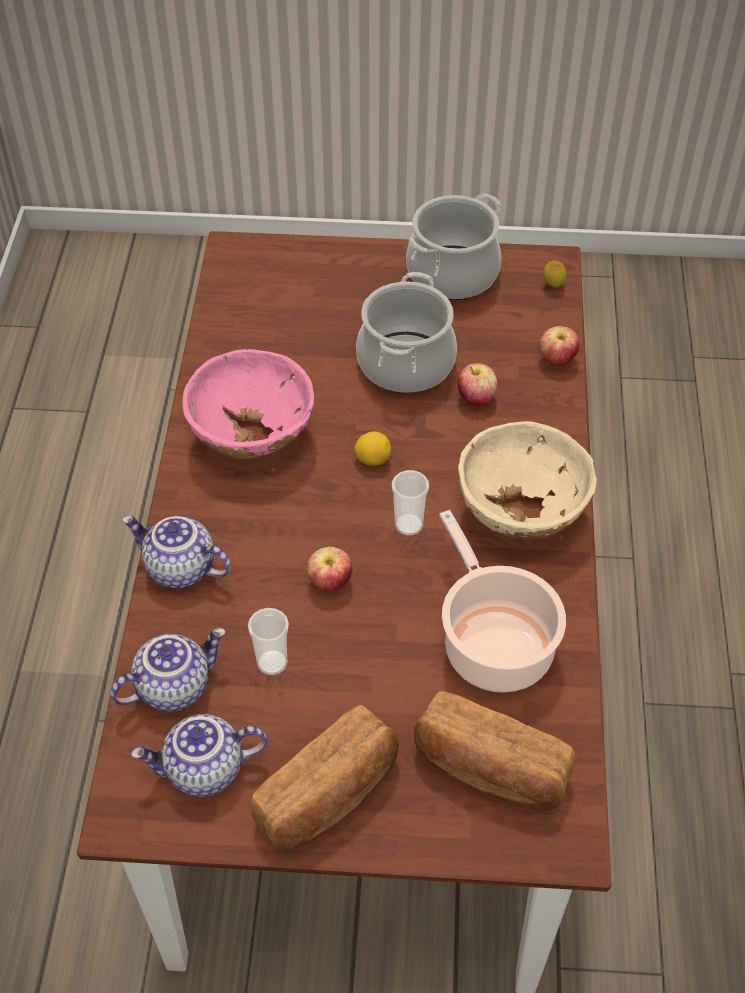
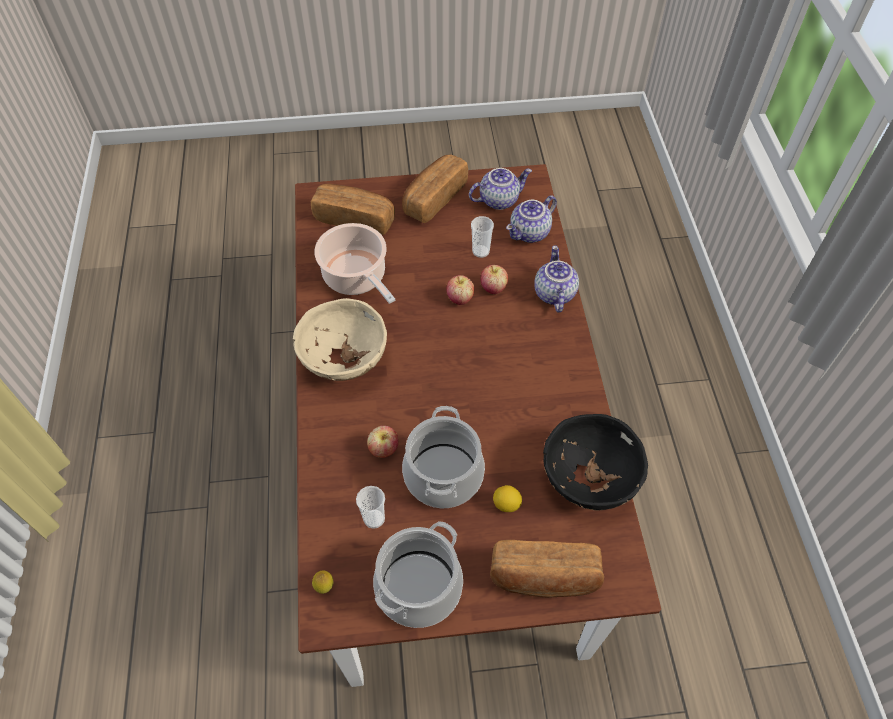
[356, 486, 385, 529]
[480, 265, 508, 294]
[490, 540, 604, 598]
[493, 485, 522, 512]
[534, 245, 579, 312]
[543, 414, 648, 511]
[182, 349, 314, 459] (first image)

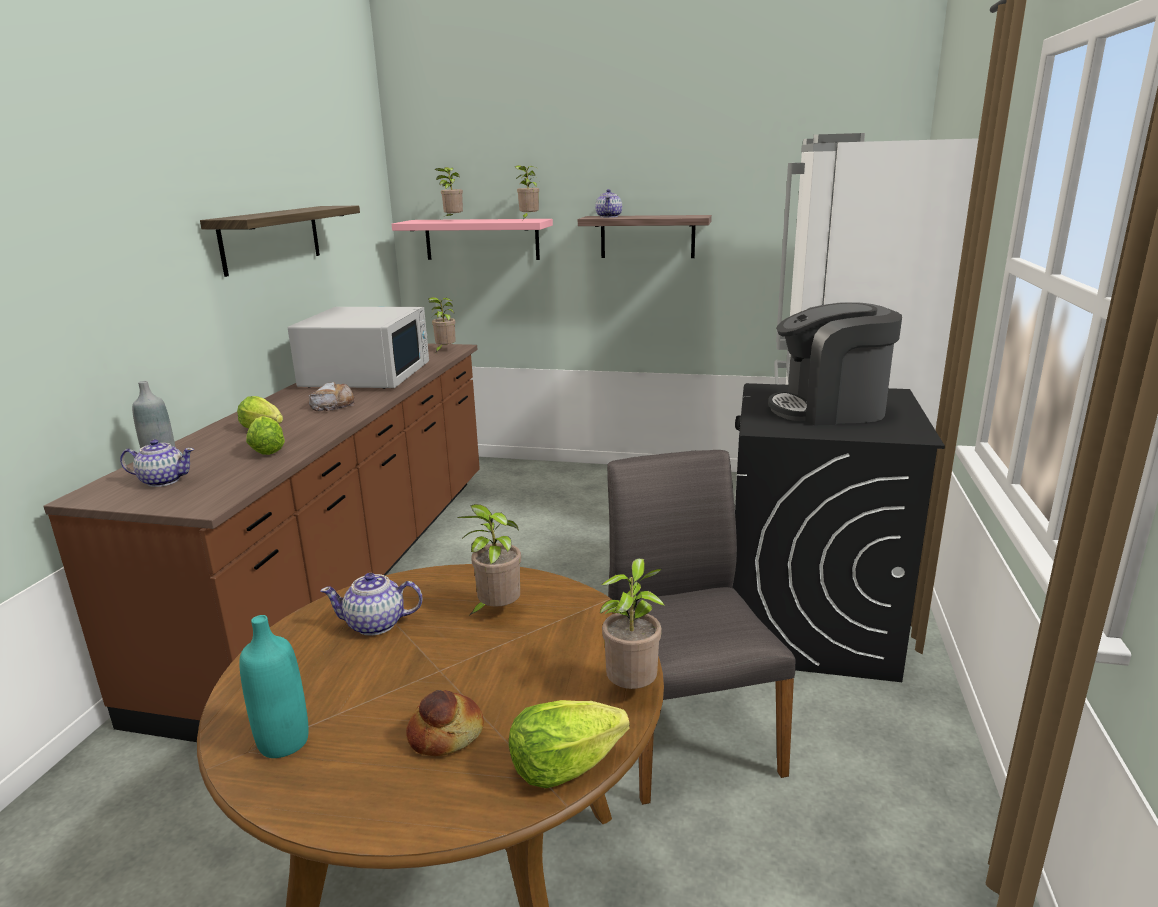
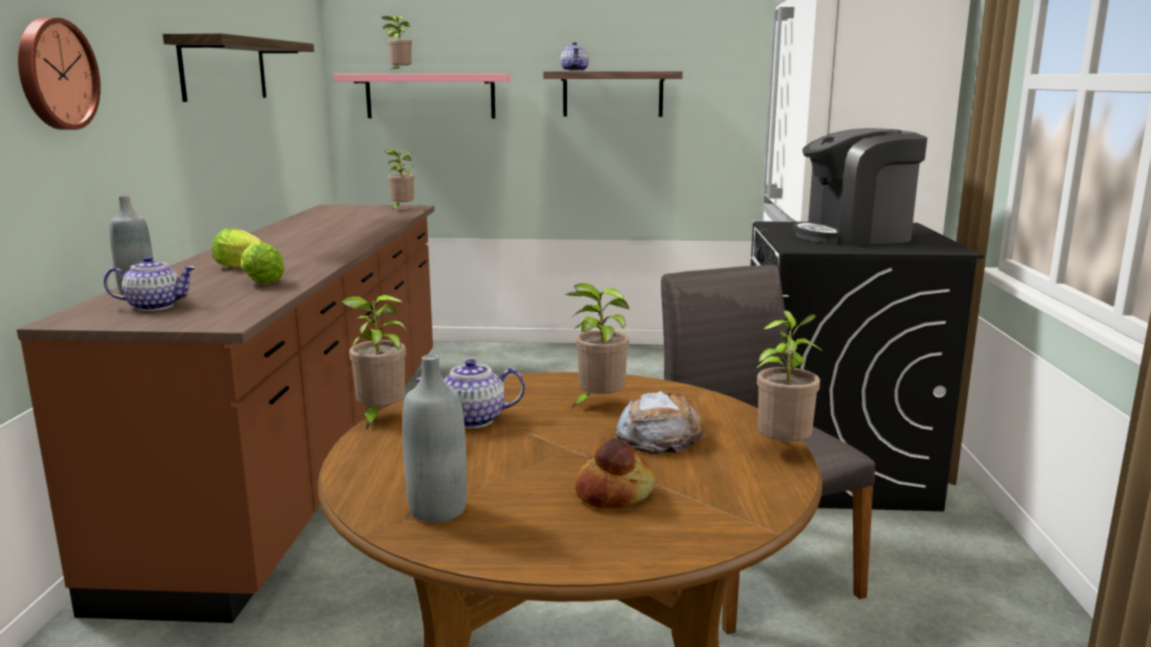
[18, 18, 101, 130]
[341, 295, 407, 429]
[402, 355, 467, 523]
[615, 391, 706, 454]
[288, 307, 429, 389] (first image)
[509, 700, 630, 788] (first image)

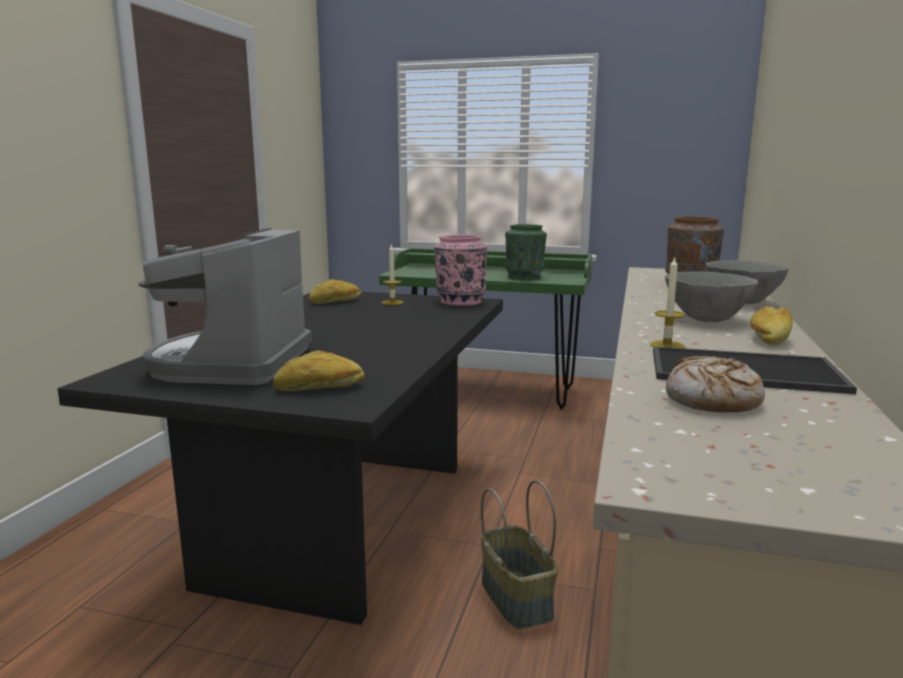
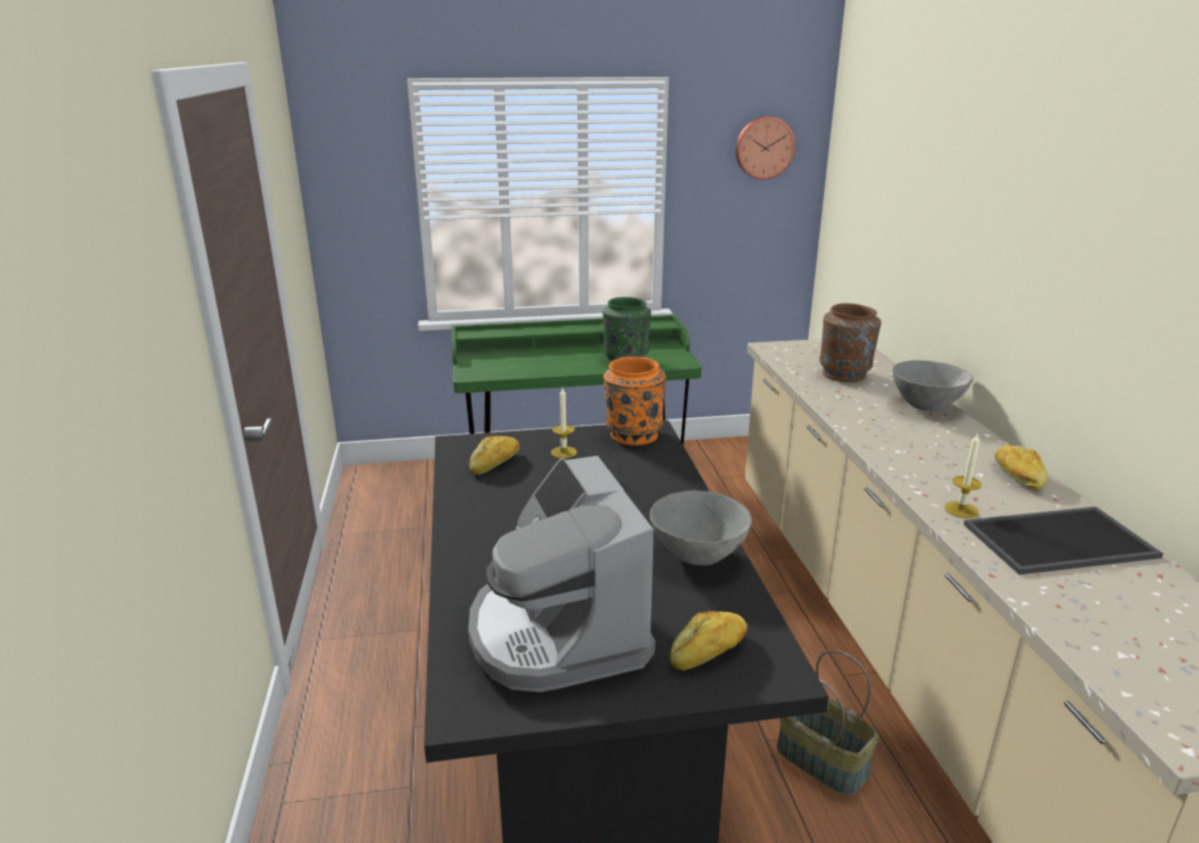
[603, 356, 666, 446]
[650, 490, 752, 565]
[736, 116, 795, 179]
[666, 356, 765, 412] (first image)

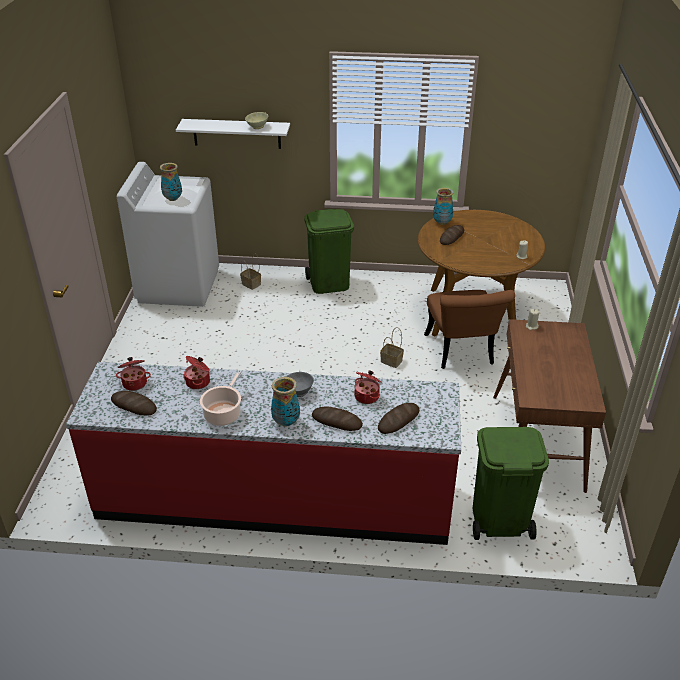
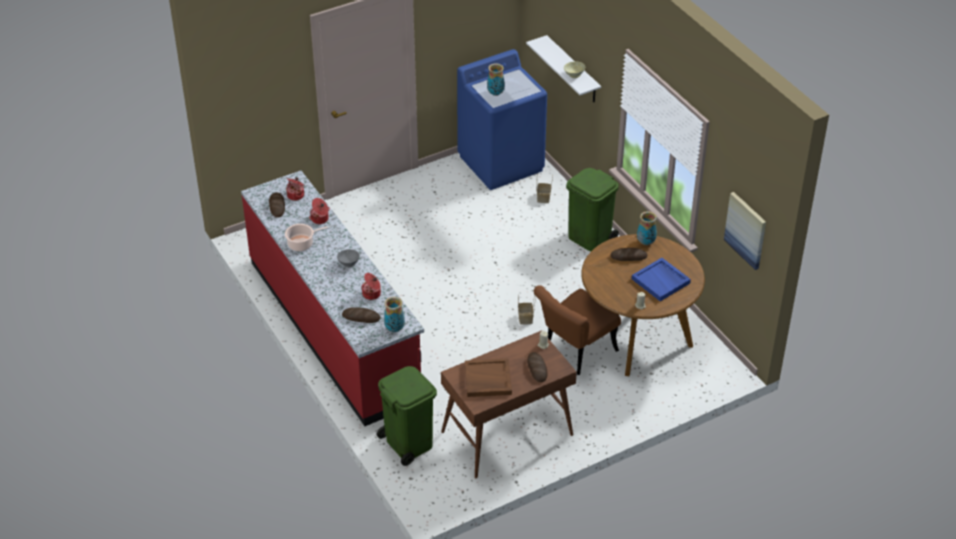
[384, 297, 405, 332]
[457, 49, 547, 190]
[465, 359, 512, 397]
[527, 352, 548, 382]
[632, 258, 691, 301]
[724, 192, 766, 270]

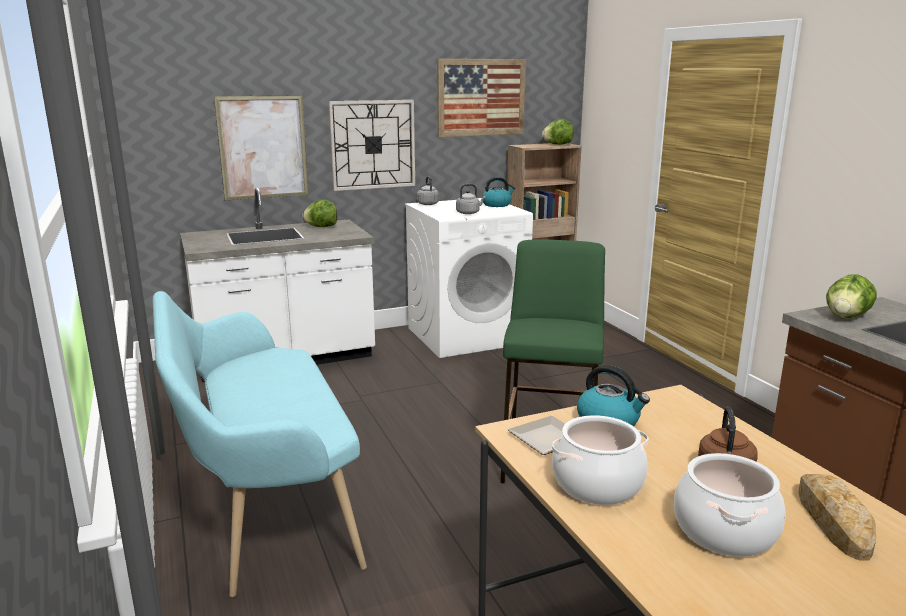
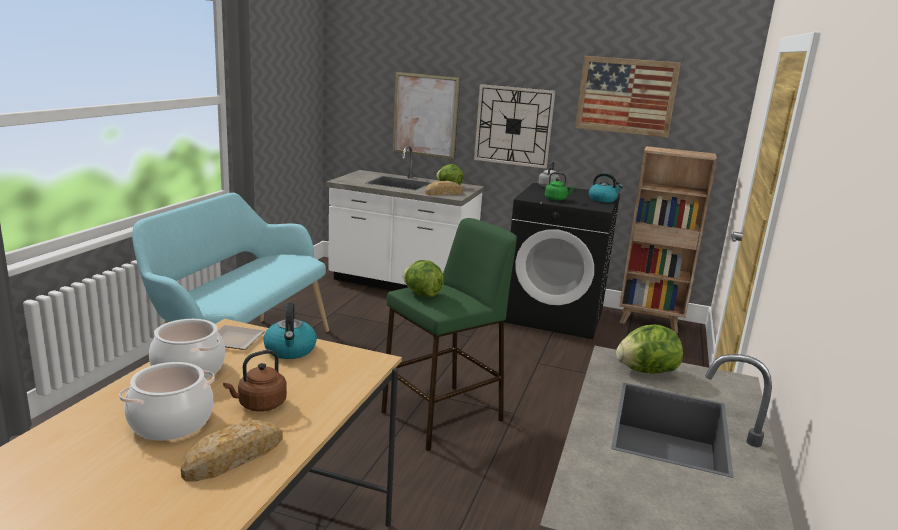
[403, 260, 444, 297]
[425, 181, 463, 195]
[504, 183, 620, 339]
[545, 172, 575, 201]

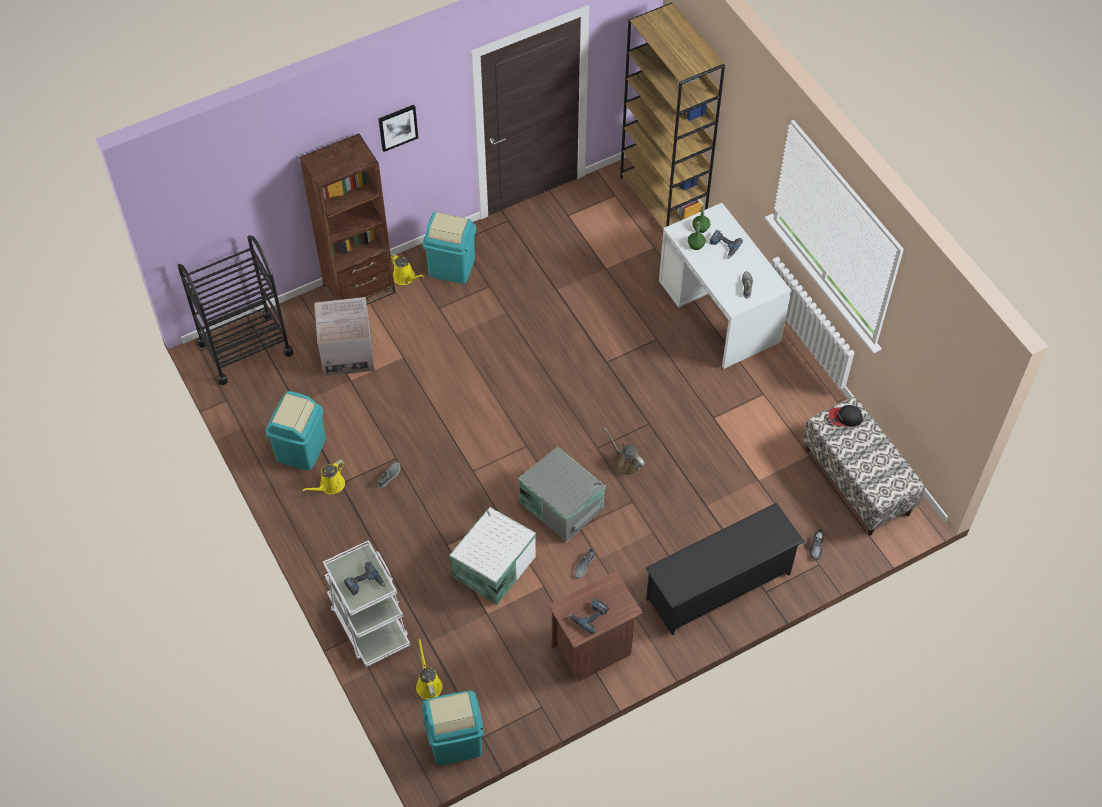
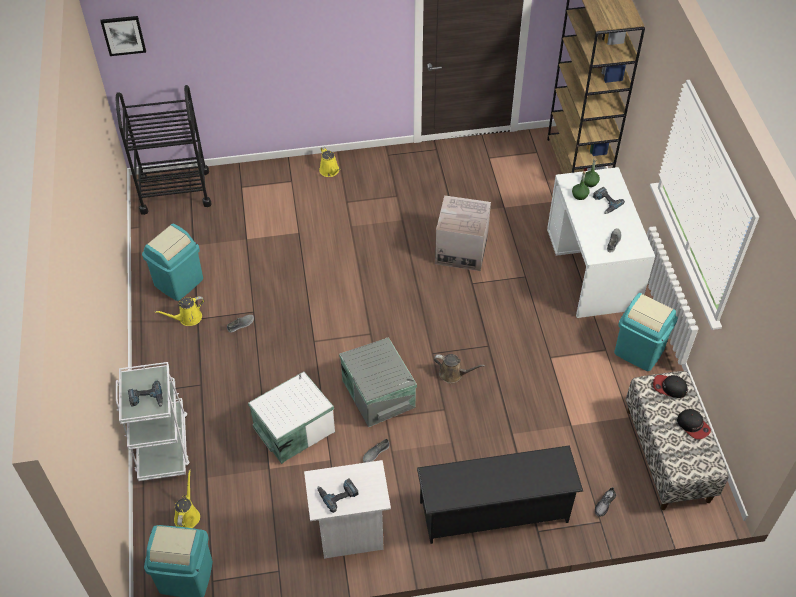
[101, 16, 146, 56]
[304, 460, 391, 559]
[434, 354, 485, 383]
[435, 195, 491, 271]
[614, 293, 678, 371]
[677, 409, 711, 439]
[300, 134, 396, 305] (first image)

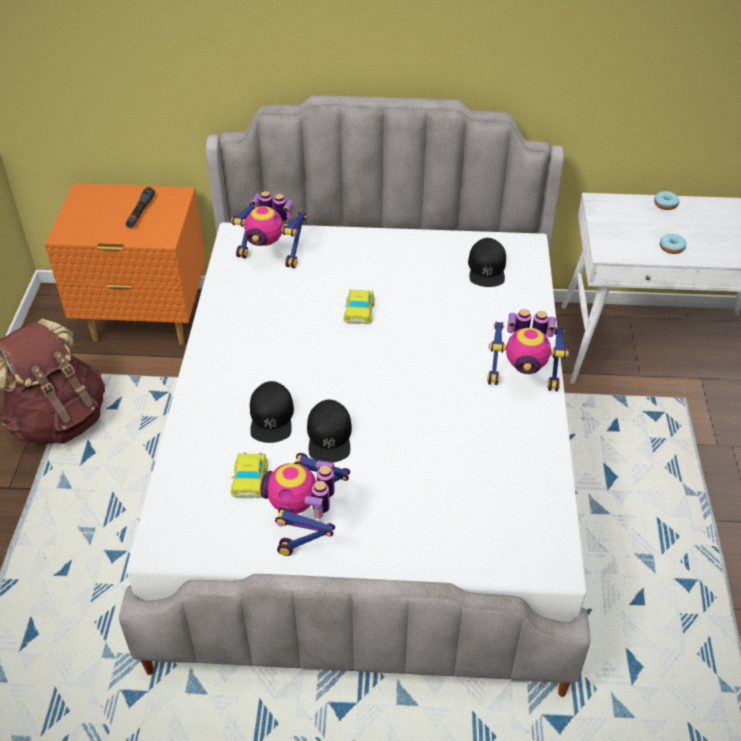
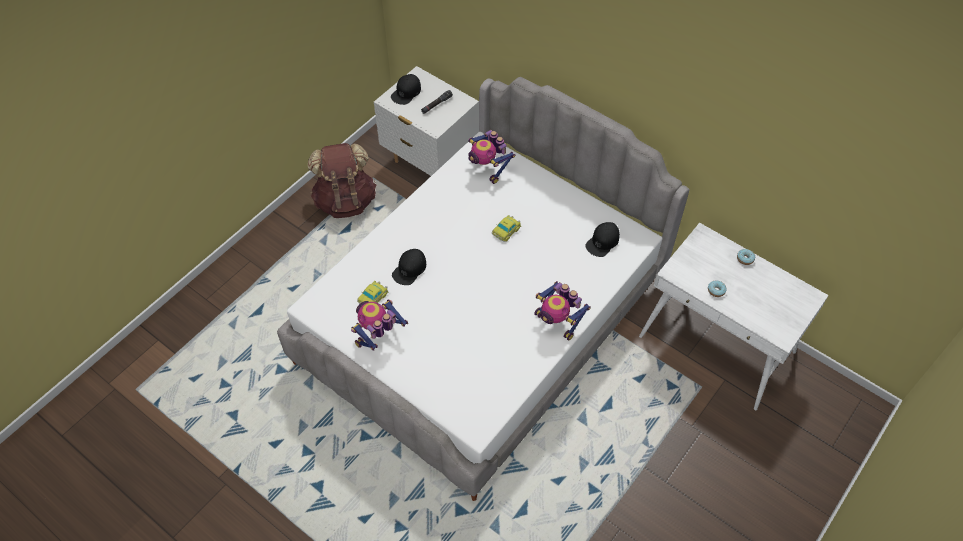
[374, 66, 479, 176]
[391, 74, 421, 105]

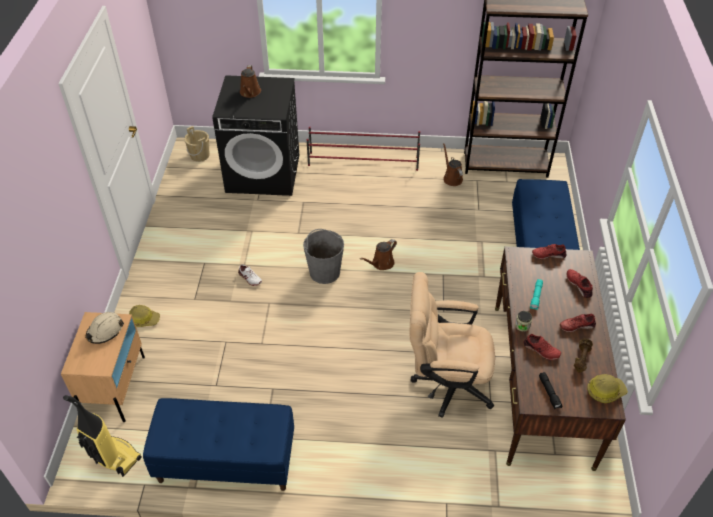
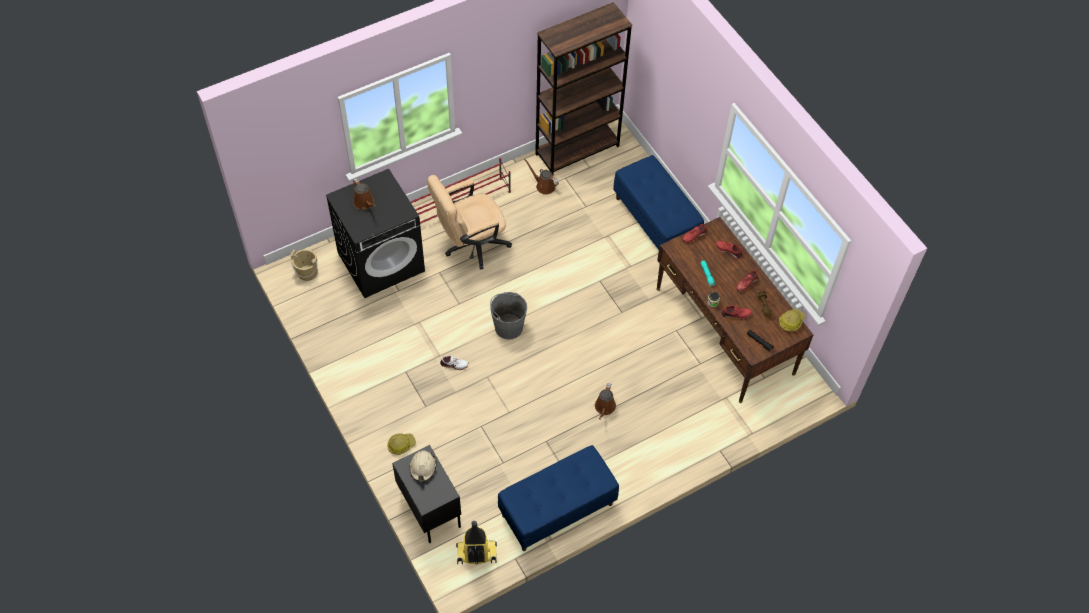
[392, 445, 461, 543]
[427, 175, 512, 269]
[595, 383, 616, 419]

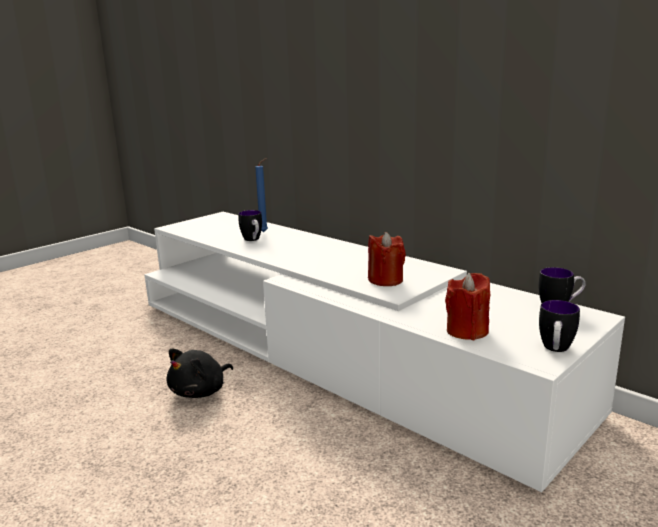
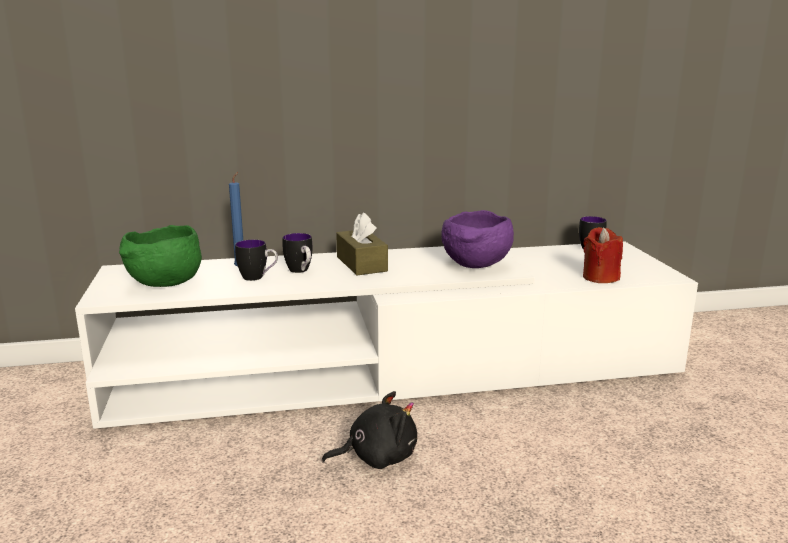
[119, 225, 202, 287]
[282, 233, 312, 273]
[322, 391, 417, 469]
[336, 212, 388, 275]
[441, 210, 514, 268]

